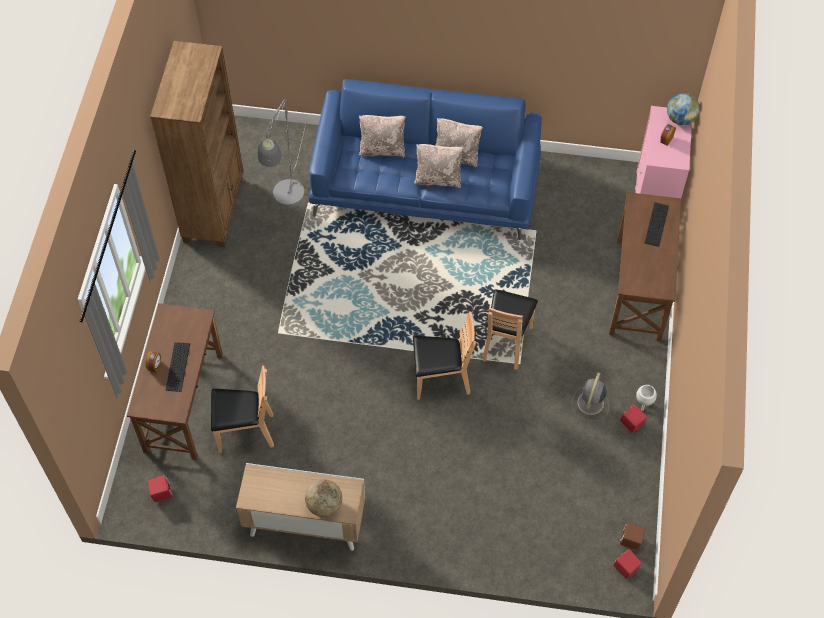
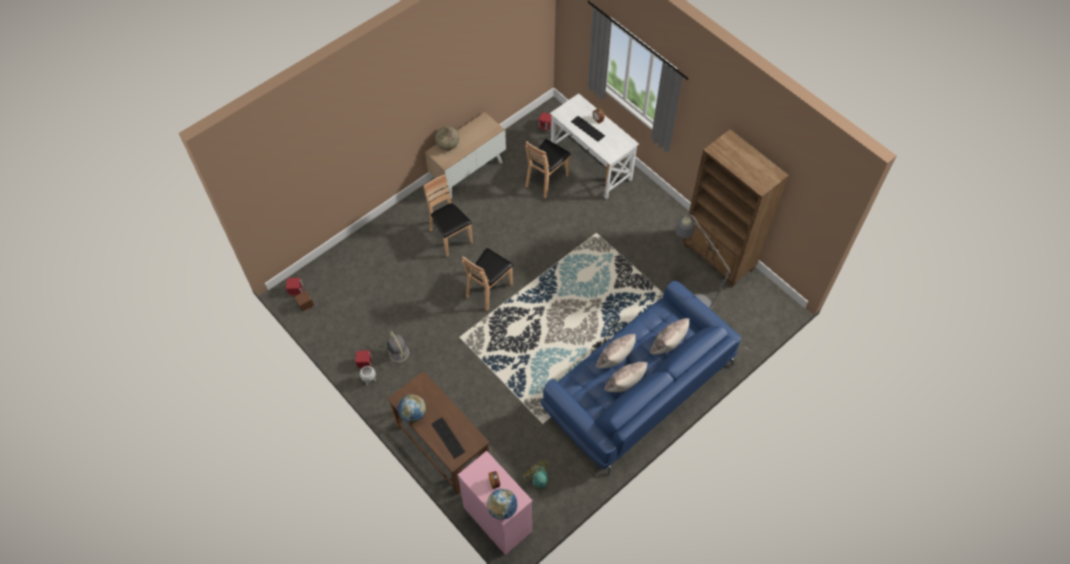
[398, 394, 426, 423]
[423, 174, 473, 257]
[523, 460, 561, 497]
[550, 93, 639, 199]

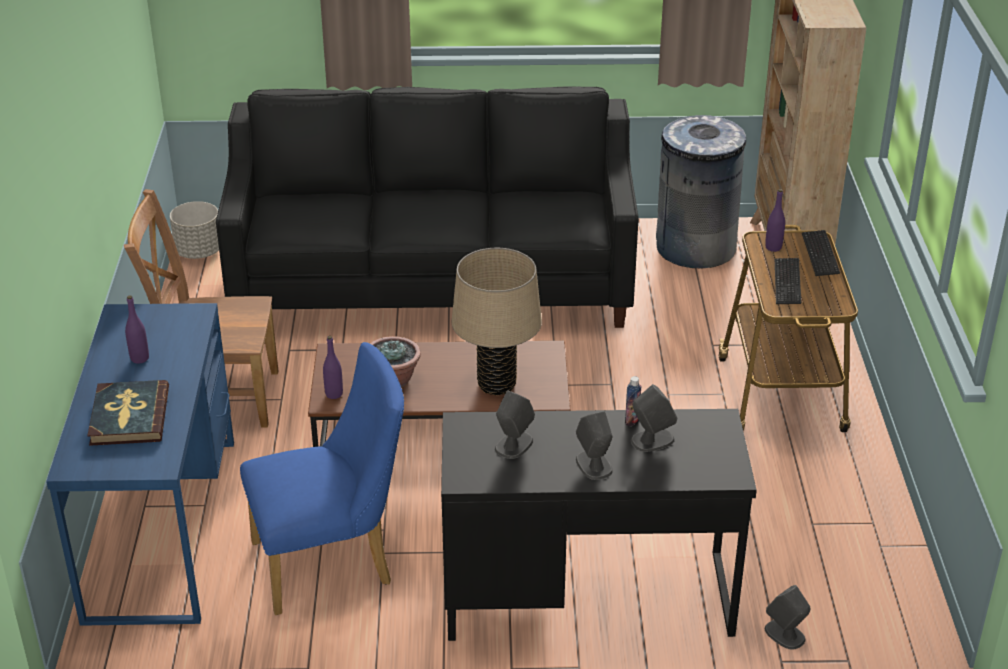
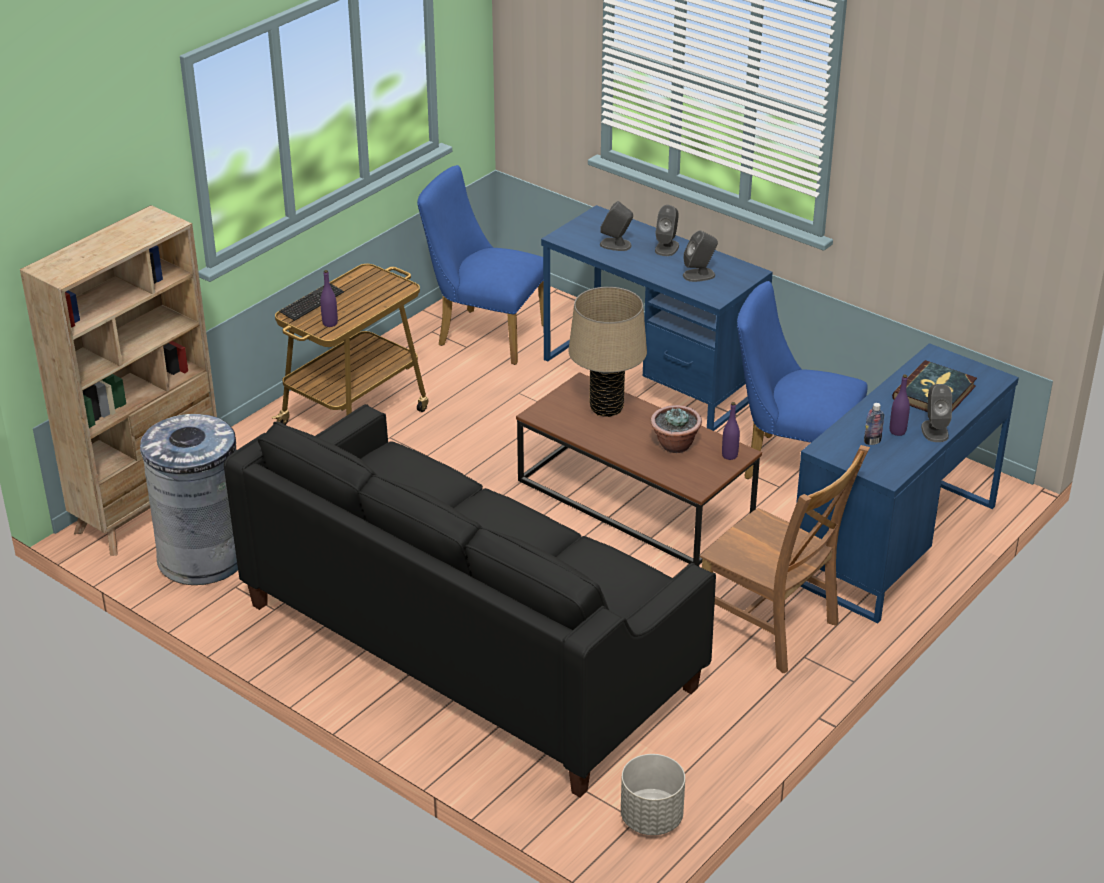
[417, 165, 544, 365]
[541, 205, 773, 431]
[864, 403, 884, 445]
[921, 384, 952, 442]
[775, 258, 801, 304] (first image)

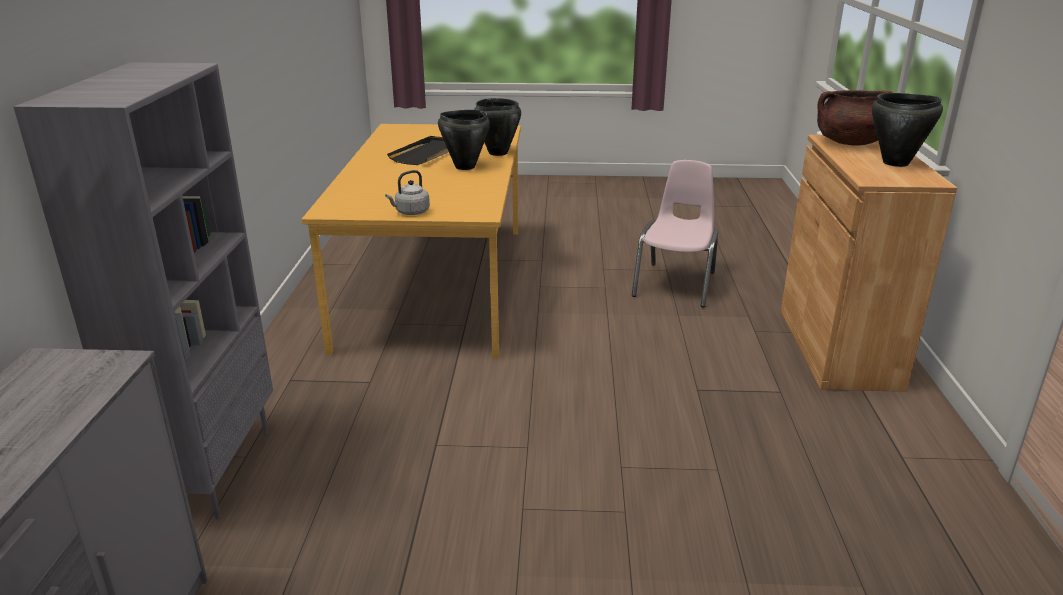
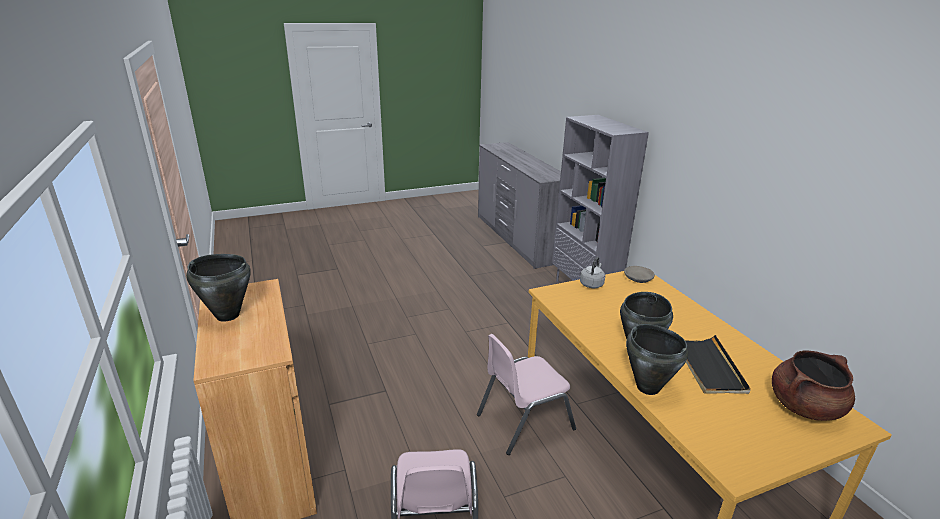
[477, 334, 576, 455]
[624, 266, 655, 283]
[772, 350, 855, 421]

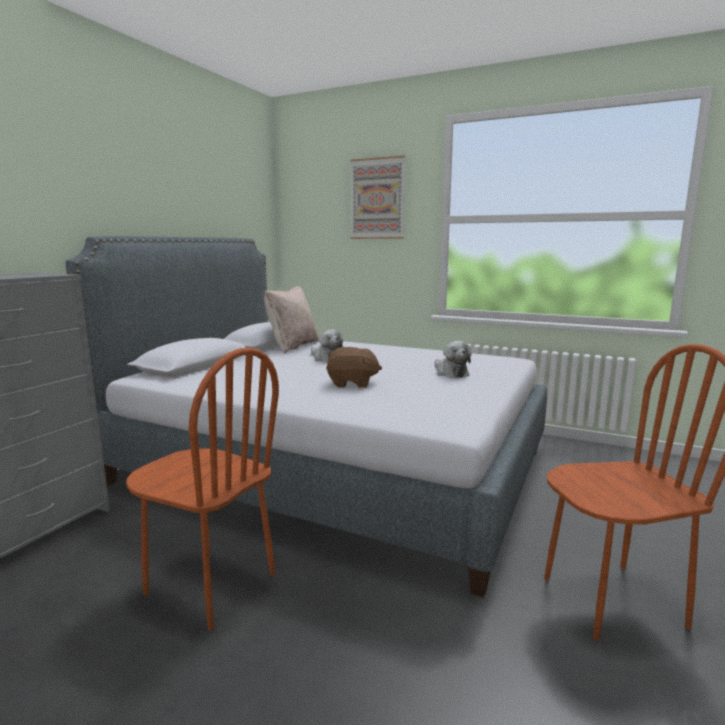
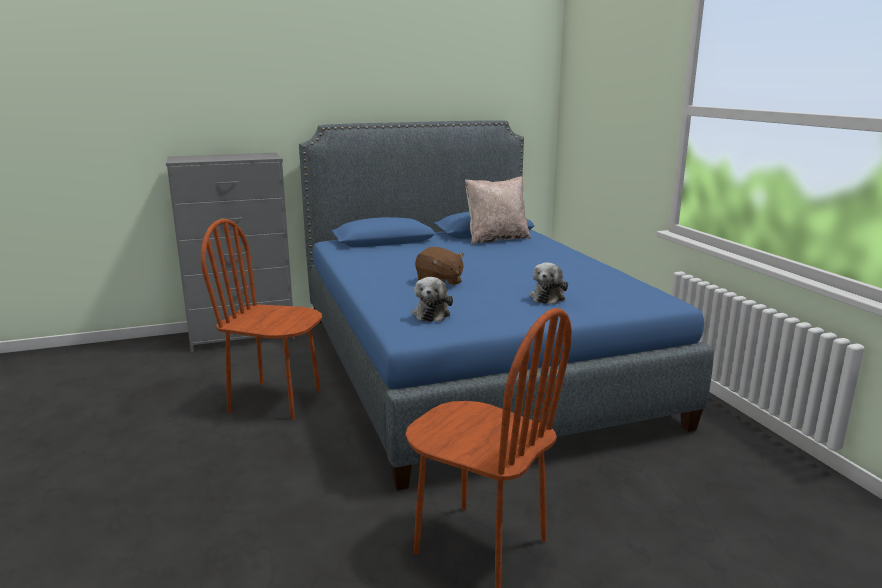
[201, 219, 322, 420]
[299, 120, 714, 491]
[412, 277, 453, 322]
[350, 155, 405, 239] (first image)

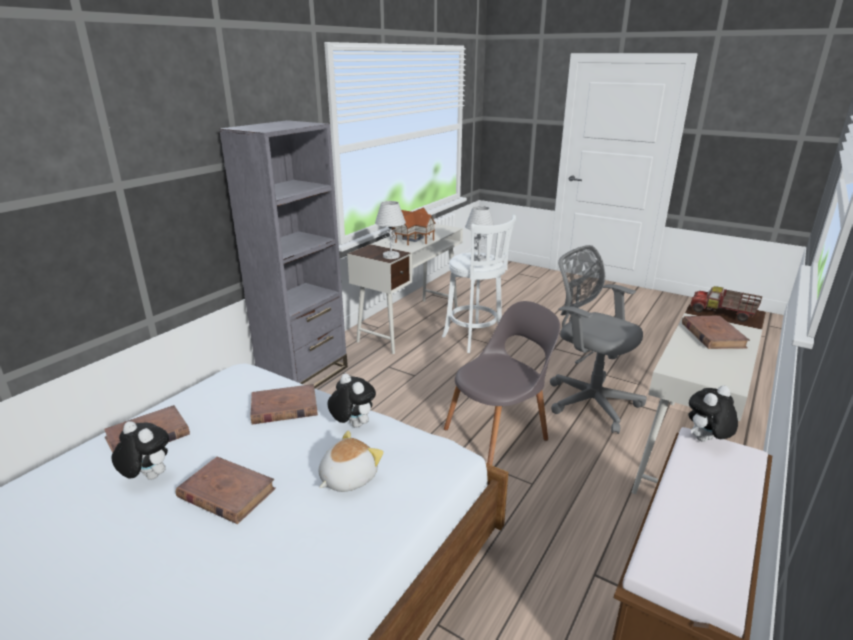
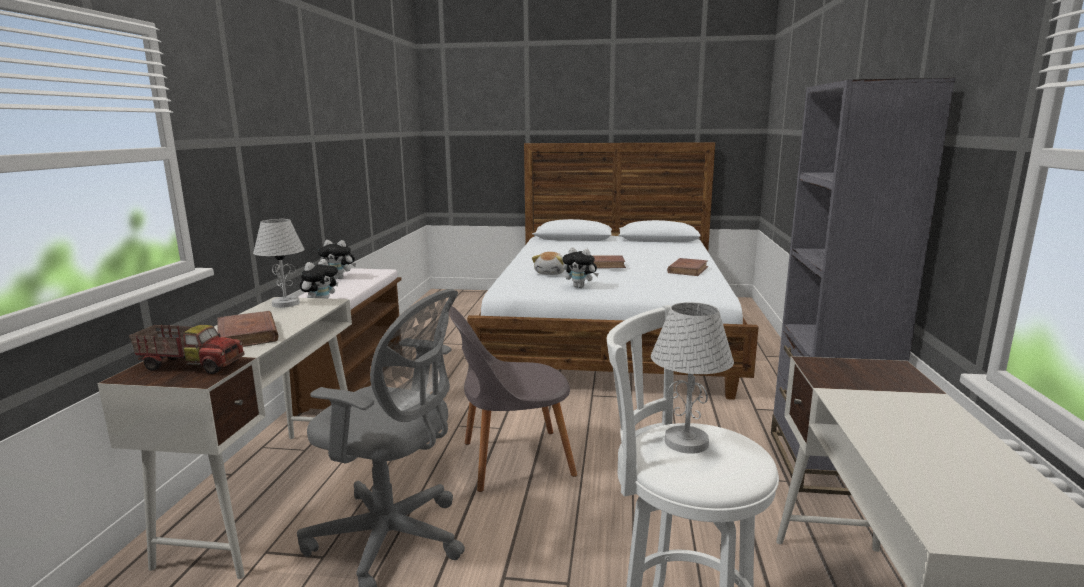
[253, 219, 305, 308]
[318, 240, 356, 279]
[449, 306, 577, 492]
[250, 384, 318, 425] (first image)
[392, 207, 436, 245] (first image)

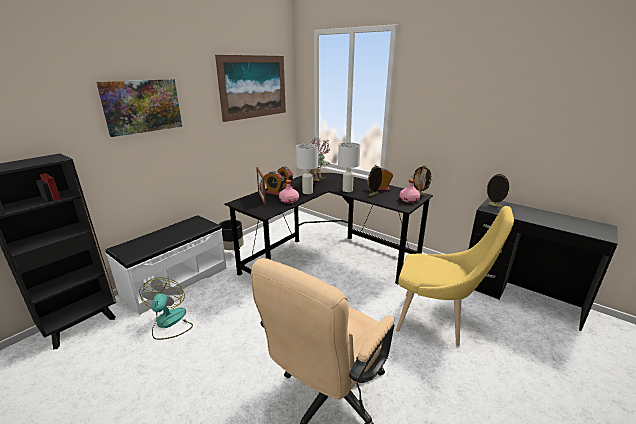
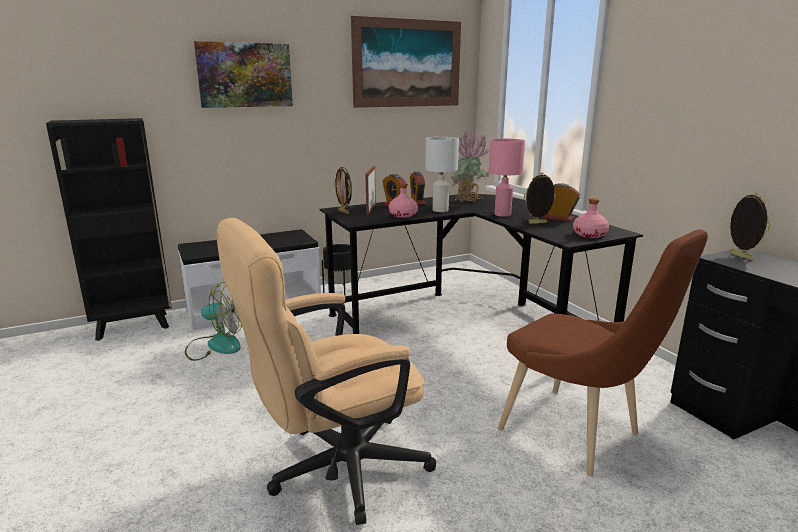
[185, 282, 242, 361]
[334, 166, 352, 214]
[489, 139, 525, 217]
[498, 229, 708, 477]

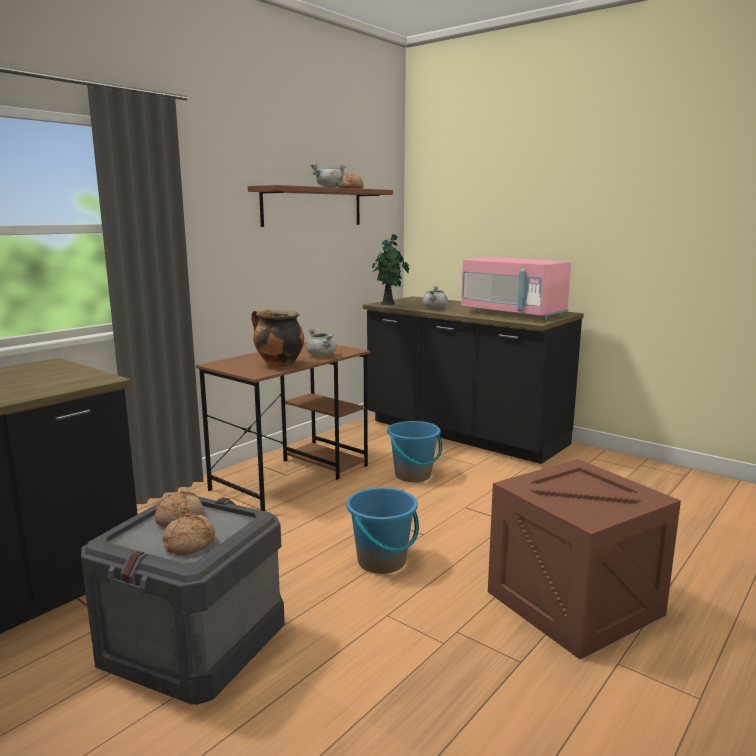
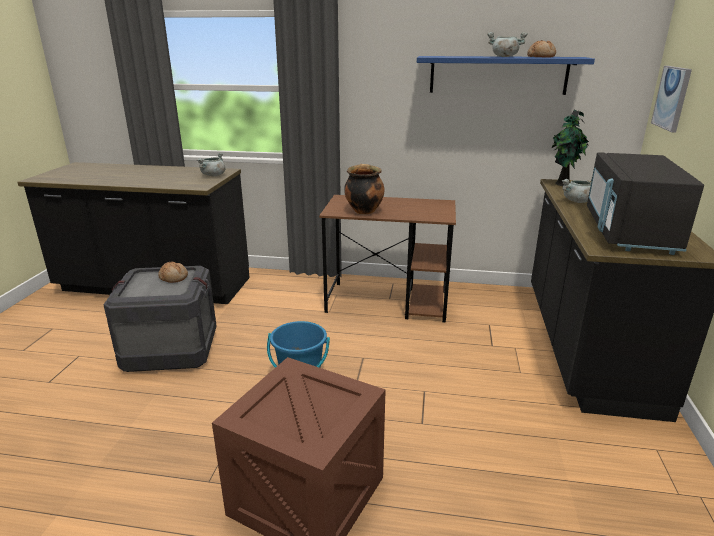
[197, 152, 225, 176]
[417, 56, 595, 95]
[587, 152, 704, 255]
[651, 66, 692, 133]
[163, 513, 215, 555] (first image)
[387, 421, 442, 482] (first image)

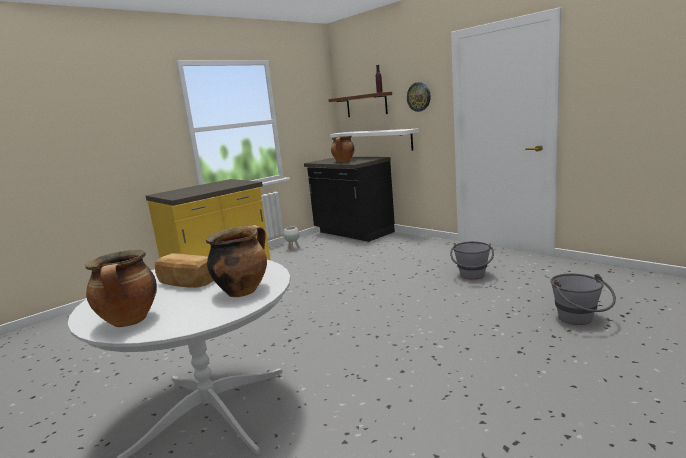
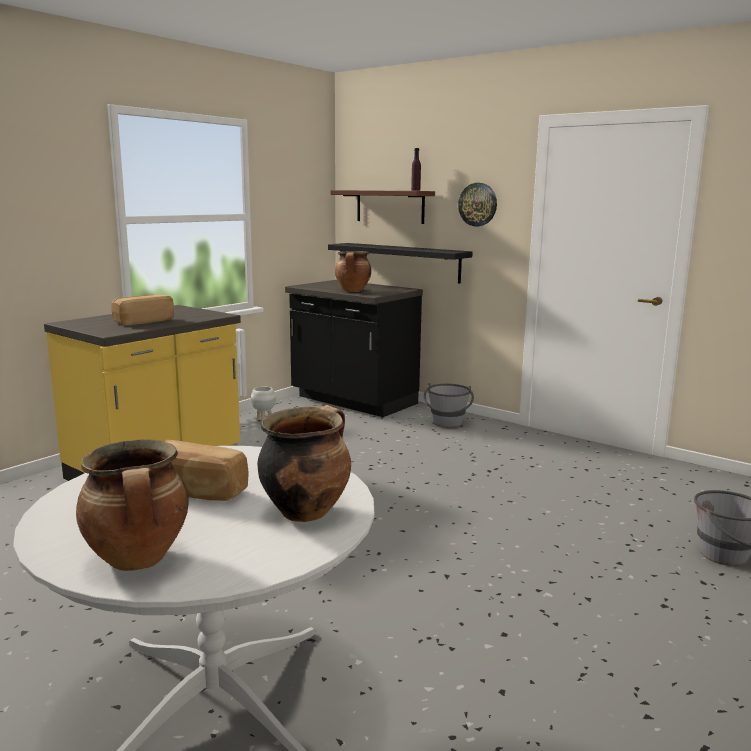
[112, 295, 174, 325]
[328, 243, 473, 284]
[424, 383, 474, 428]

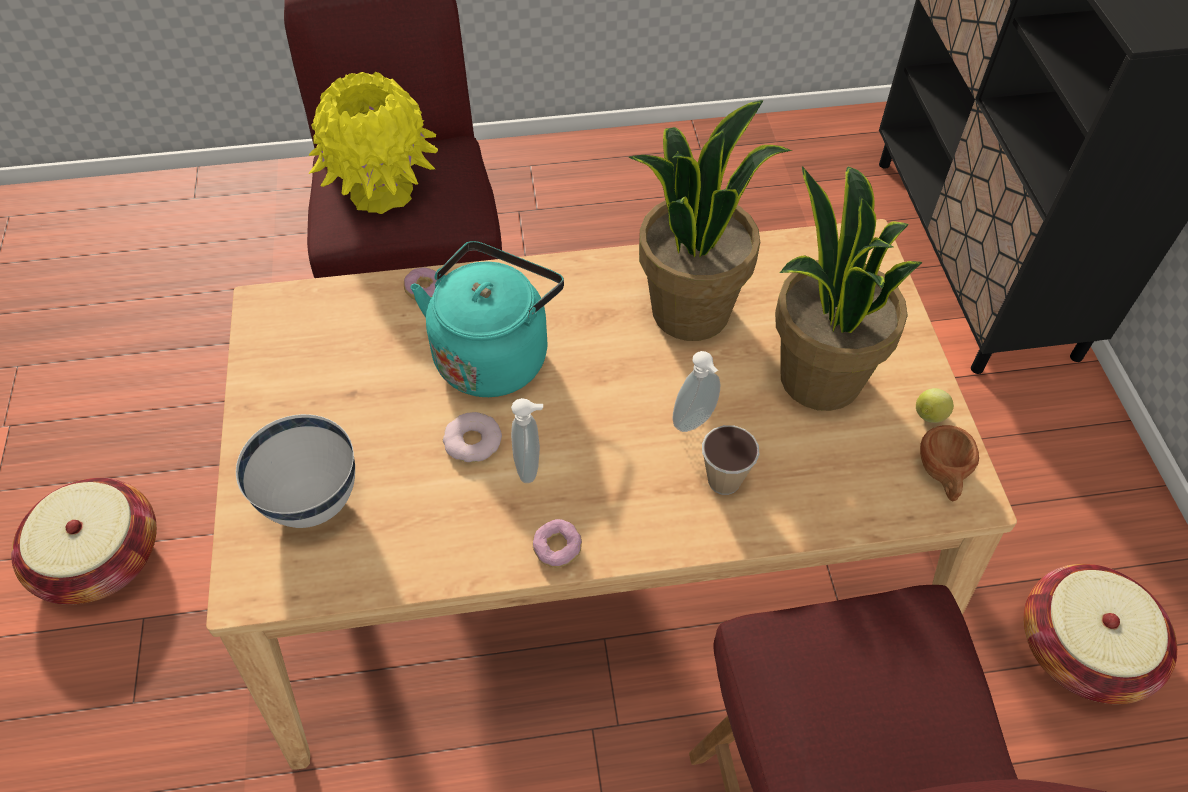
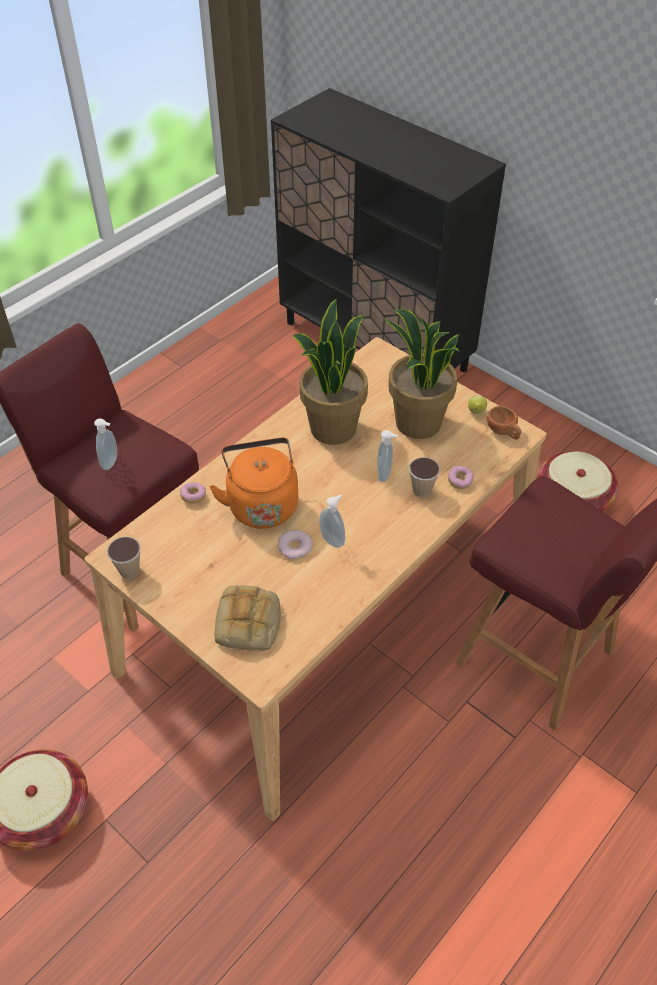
[94, 418, 117, 470]
[107, 536, 141, 579]
[210, 438, 298, 529]
[215, 585, 281, 651]
[448, 465, 474, 489]

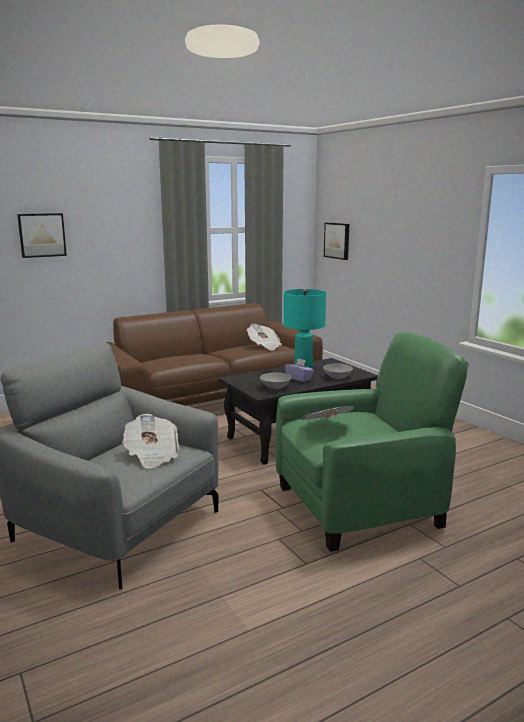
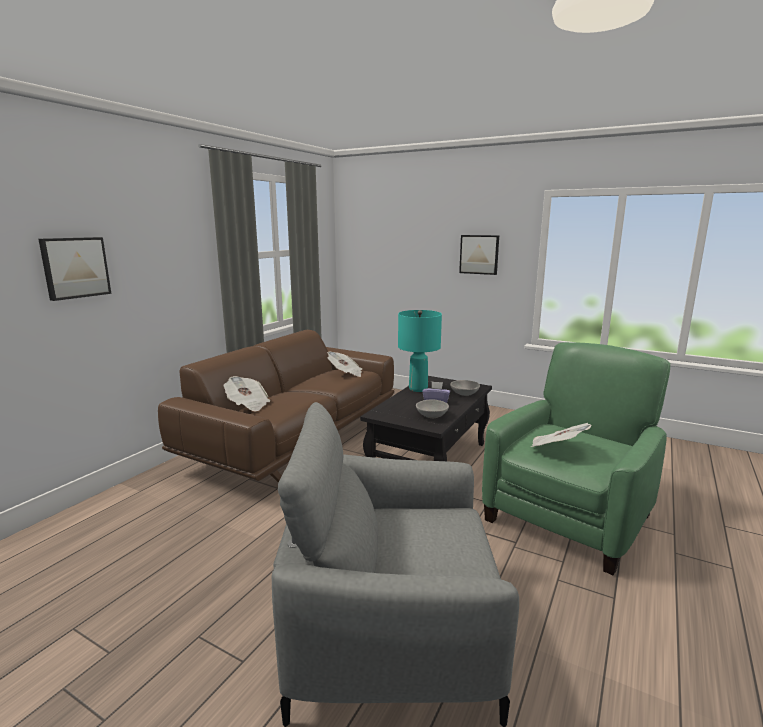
[223, 376, 270, 411]
[459, 235, 499, 275]

